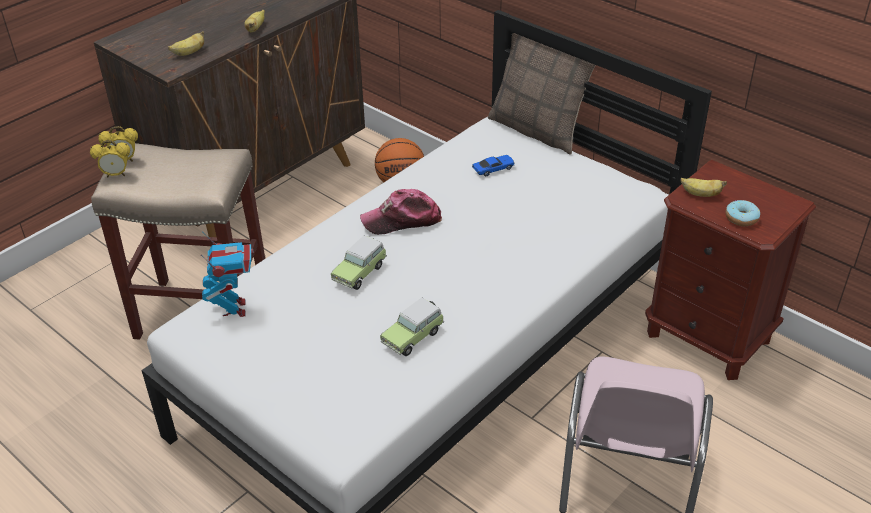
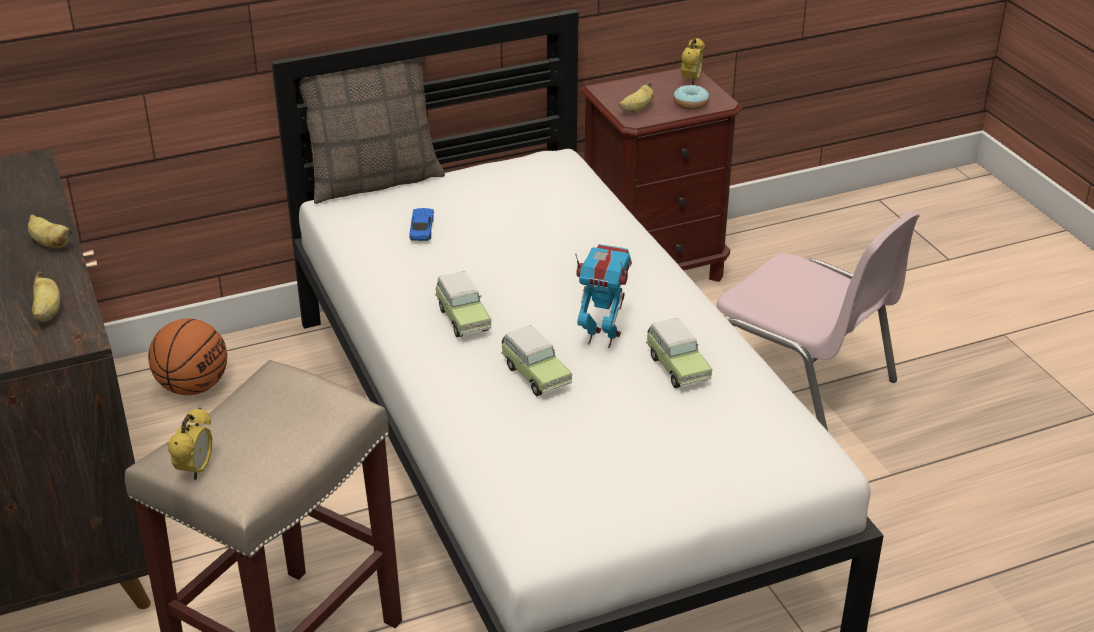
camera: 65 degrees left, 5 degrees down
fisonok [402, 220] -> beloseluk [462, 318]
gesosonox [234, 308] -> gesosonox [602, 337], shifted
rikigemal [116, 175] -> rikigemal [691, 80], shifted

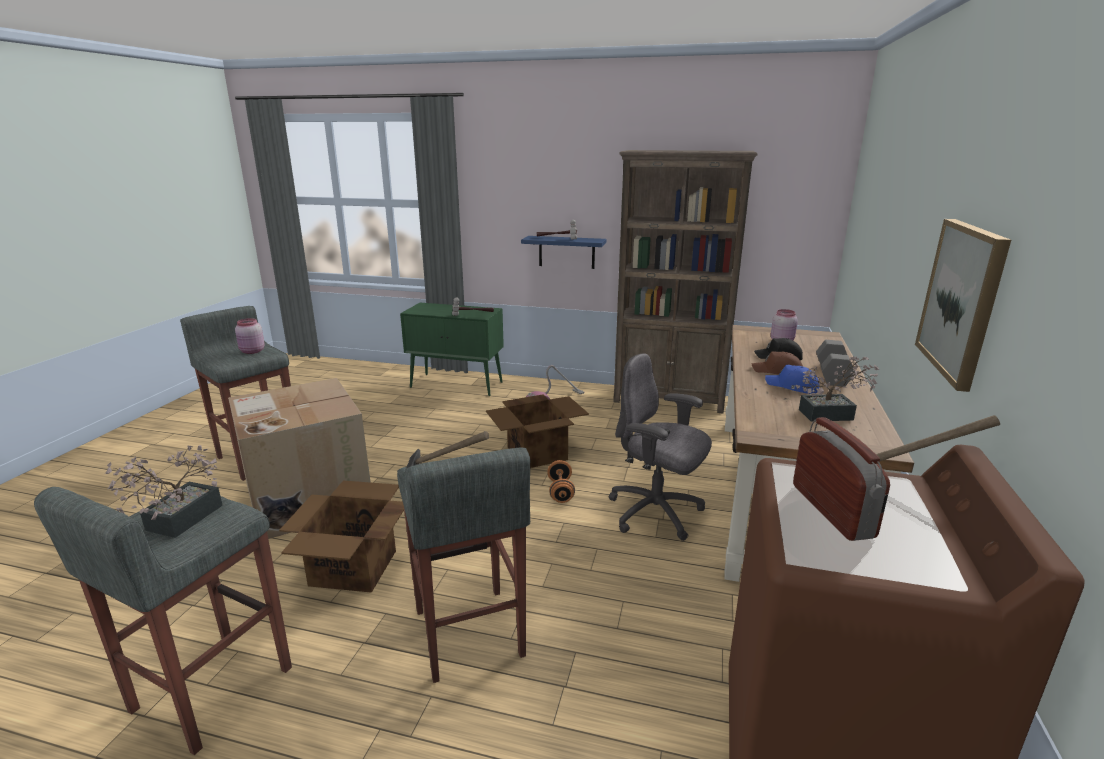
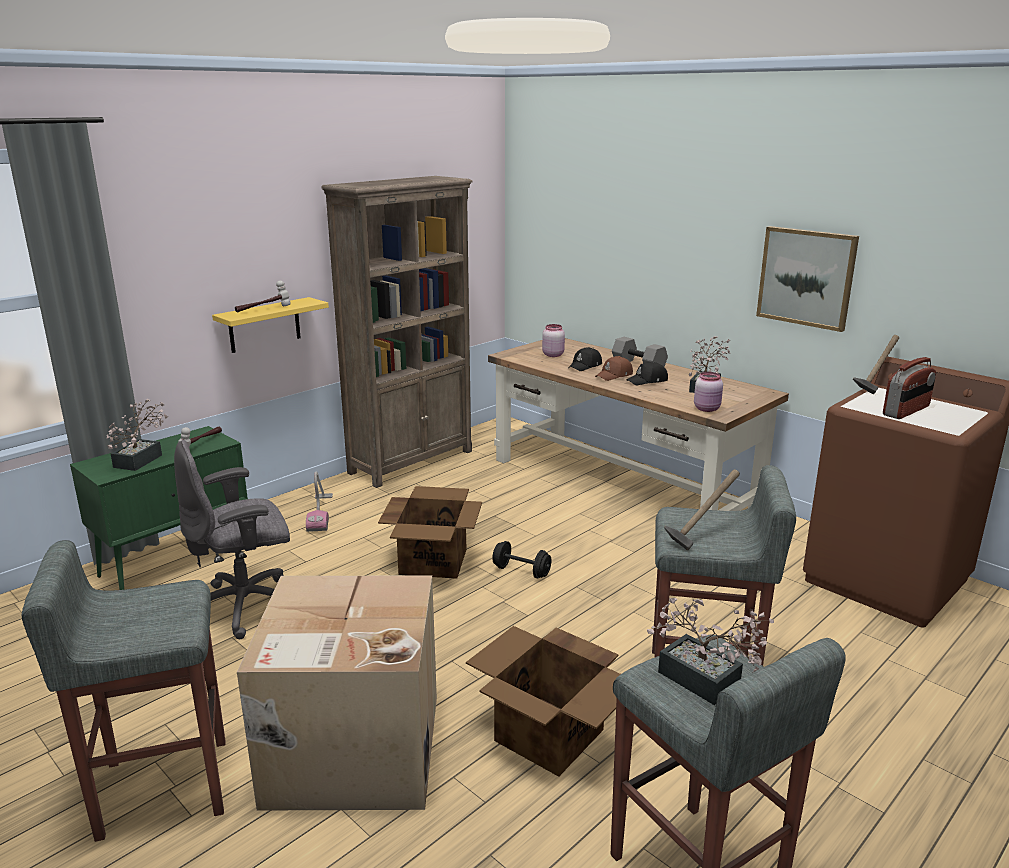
camera: 60 degrees left, 0 degrees up
none -> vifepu [142, 459]
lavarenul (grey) [656, 513] -> lavarenul (grey) [246, 606], shifted
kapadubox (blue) [566, 252] -> kapadubox (yellow) [264, 325]
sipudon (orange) [560, 491] -> sipudon (black) [521, 571]
fisonok (blue) [792, 387] -> fisonok (black) [648, 381]
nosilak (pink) [252, 351] -> nosilak (pink) [707, 409], shifted
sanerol [832, 510] -> sanerol [906, 411], 120 degrees clockwise

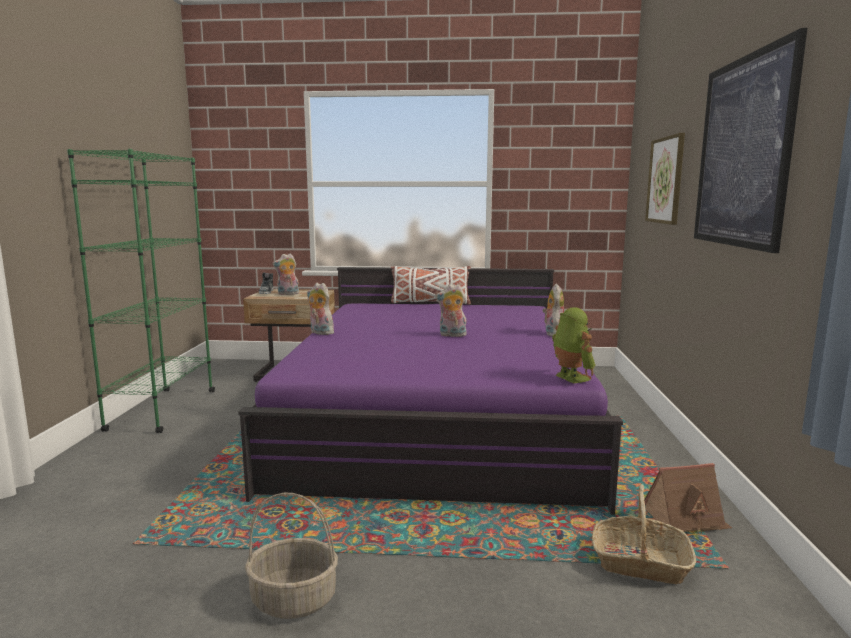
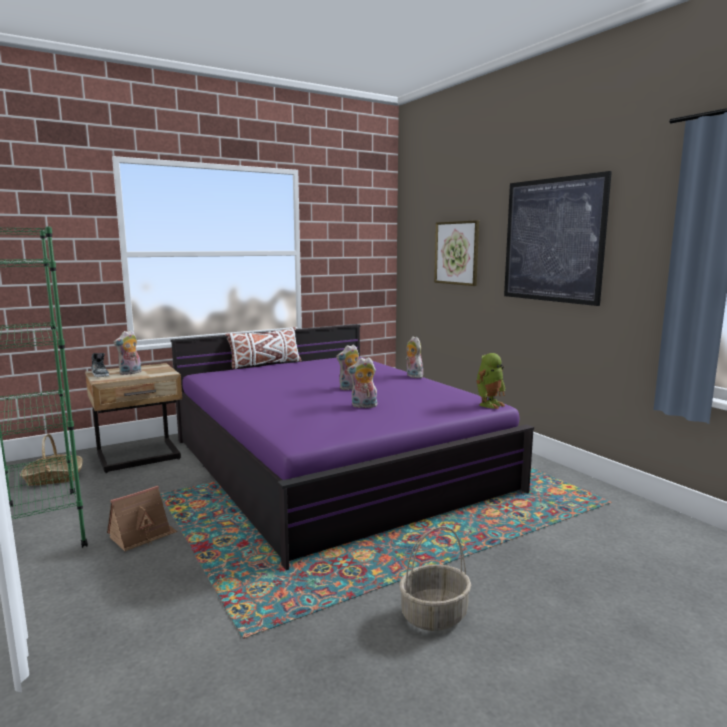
camera: 35 degrees left, 0 degrees up
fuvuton [640, 563] -> fuvuton [53, 478], shifted
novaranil [685, 519] -> novaranil [142, 535], shifted
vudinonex [320, 333] -> vudinonex [363, 406], shifted
gesosonox [570, 378] -> gesosonox [489, 404], 105 degrees clockwise

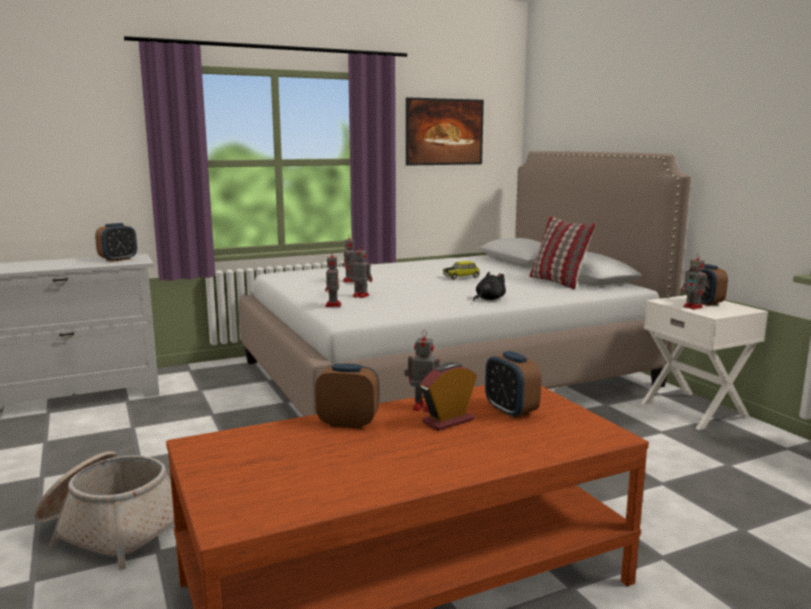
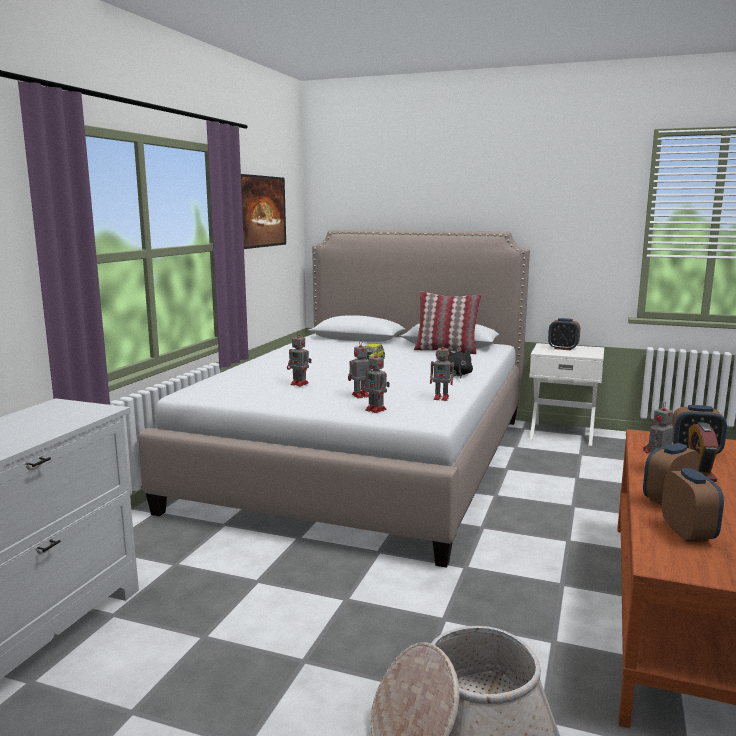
camera: 45 degrees left, 0 degrees up
gesosonox [693, 307] -> gesosonox [442, 398], shifted
rikigemal [118, 259] -> rikigemal [688, 533], shifted

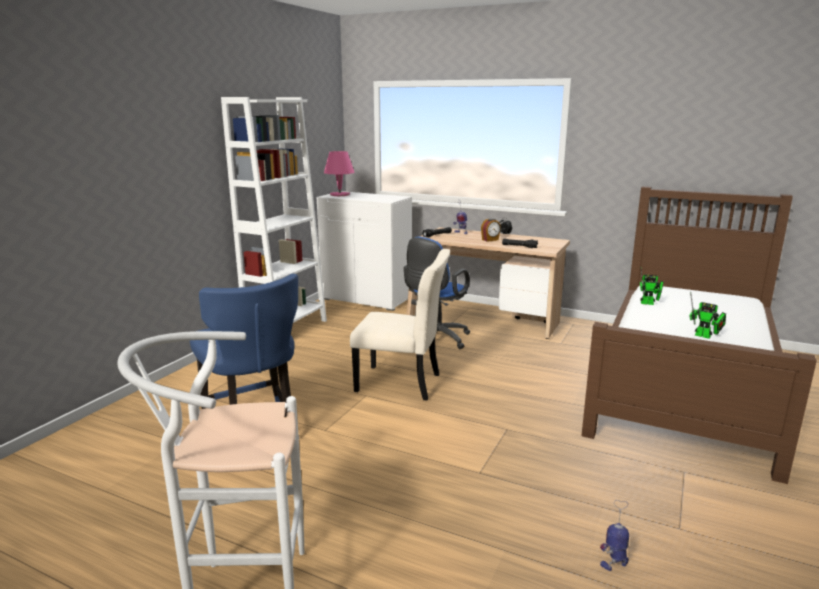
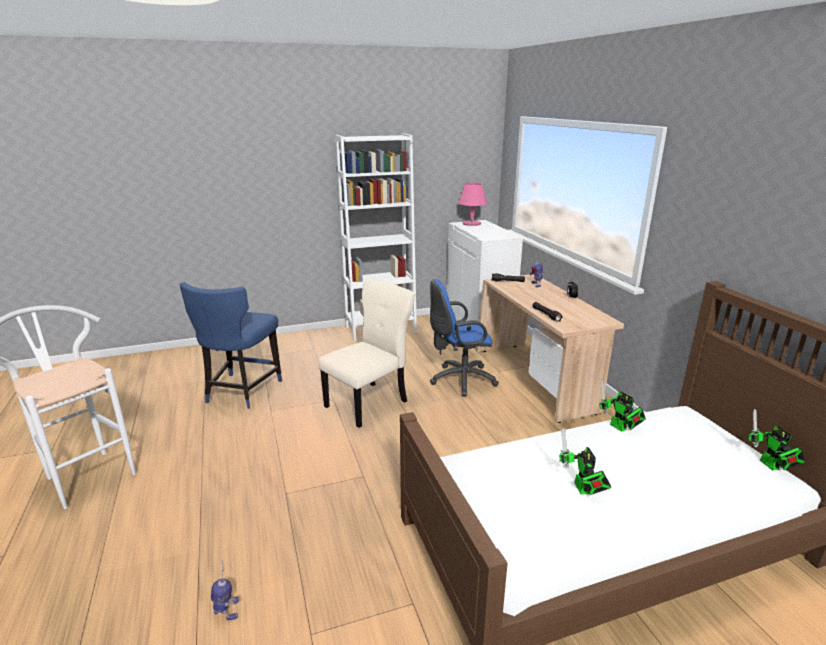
camera: 45 degrees right, 5 degrees up
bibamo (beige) [402, 383] -> bibamo (beige) [369, 403], 105 degrees counterclockwise
none -> gesosonox [771, 466]
rikigemal [490, 240] -> none

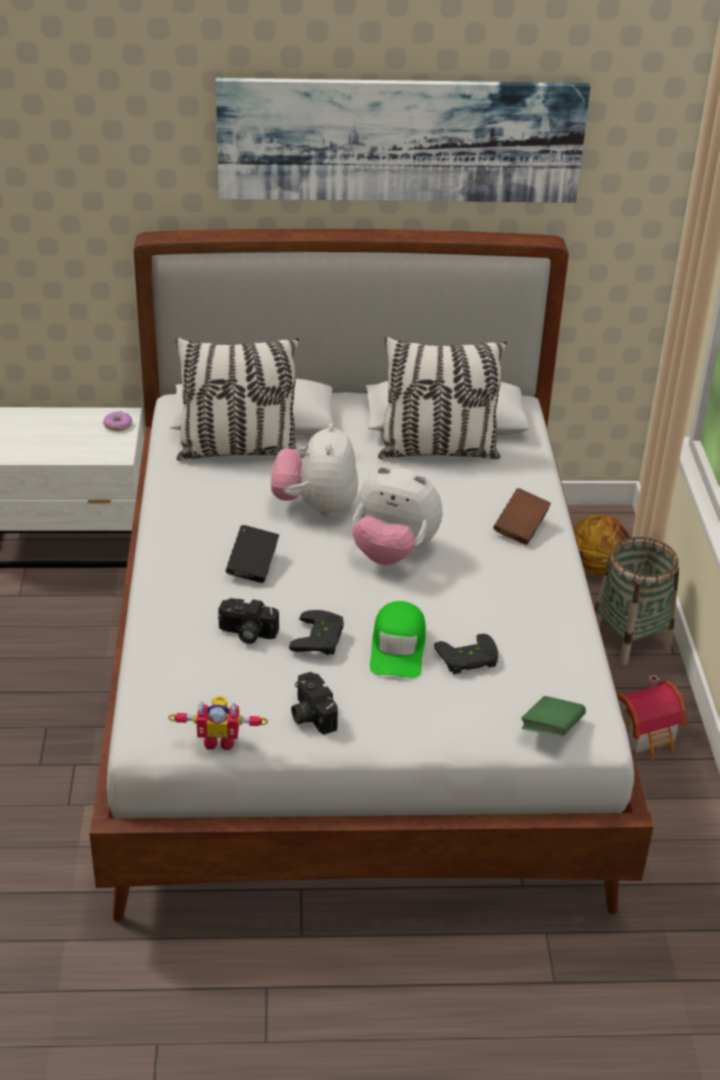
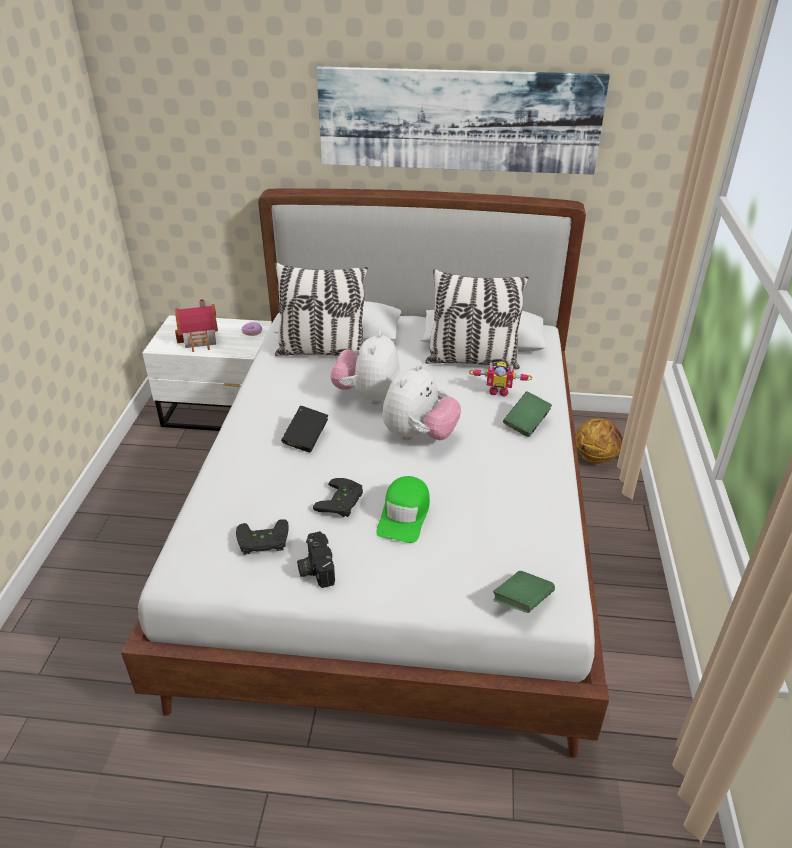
camera: 10 degrees right, 0 degrees up
novaranil [646, 734] -> novaranil [201, 340], shifted
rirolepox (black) [468, 660] -> rirolepox (black) [263, 542], shifted
vudinonex [393, 552] -> vudinonex [419, 436], 90 degrees counterclockwise
gesosonox [219, 740] -> gesosonox [498, 391], shifted
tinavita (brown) [521, 528] -> tinavita (green) [526, 423]
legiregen [246, 633] -> none
fuvuton [630, 639] -> none

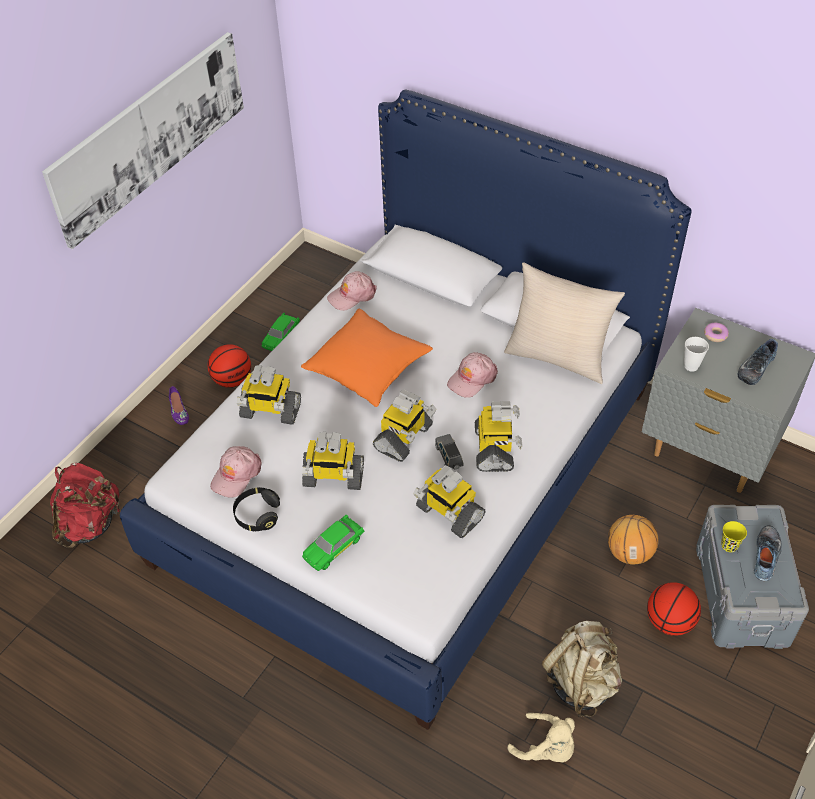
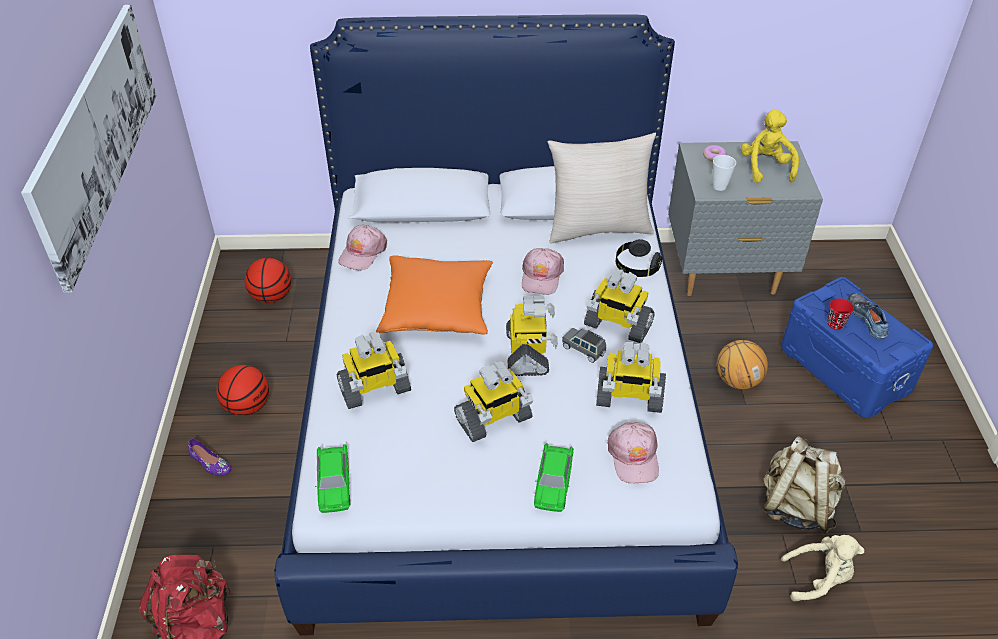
camera: 35 degrees left, 5 degrees down
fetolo [669, 621] -> fetolo [271, 297], shifted
beloseluk (green) [281, 337] -> beloseluk (green) [334, 483], shifted
gesosonox [495, 449] -> gesosonox [617, 325], 150 degrees clockwise
fisonok (pink) [236, 475] -> fisonok (pink) [634, 456], shifted
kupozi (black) [257, 515] -> kupozi (black) [636, 267], shifted
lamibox [755, 367] -> vudinonex (yellow) [765, 167]
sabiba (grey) [740, 594] -> sabiba (blue) [844, 370]
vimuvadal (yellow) [729, 545] -> vimuvadal (red) [835, 324]

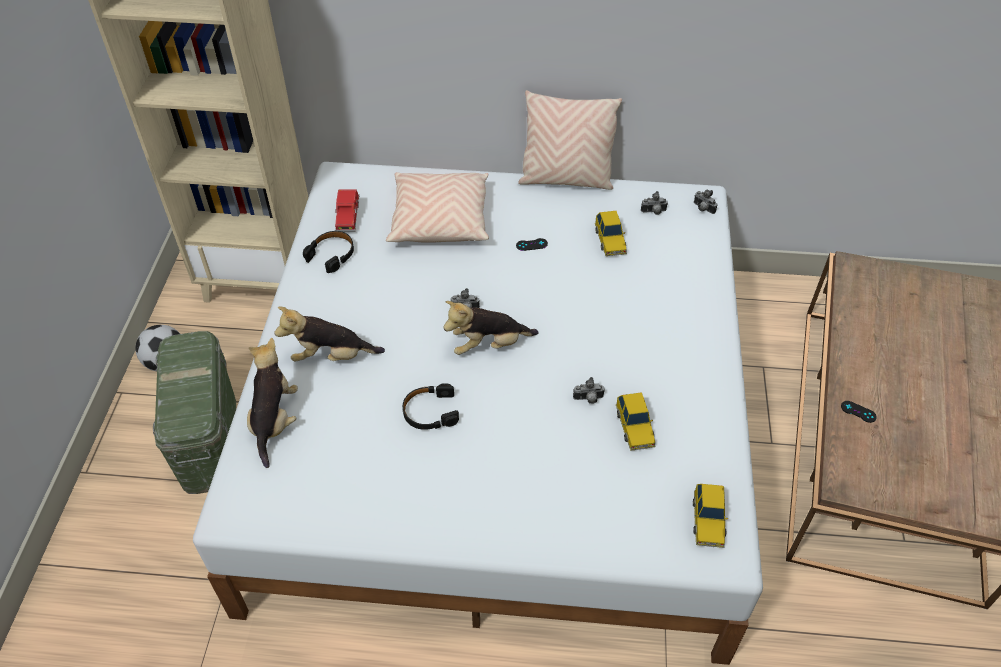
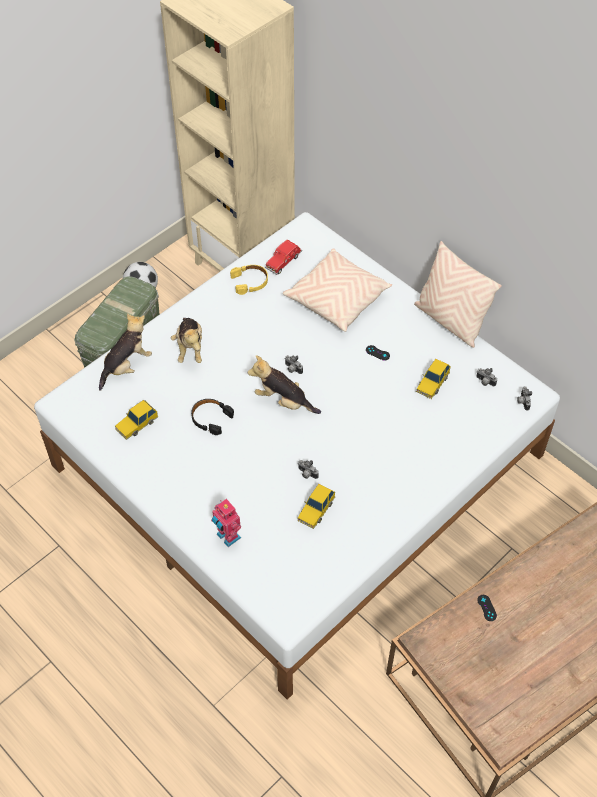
camera: 40 degrees right, 5 degrees up
beloseluk [708, 520] -> beloseluk [137, 424], shifted
vudinonex [331, 356] -> vudinonex [190, 348], 135 degrees counterclockwise
none -> gesosonox [227, 537]
kupozi (black) [332, 254] -> kupozi (yellow) [250, 282]

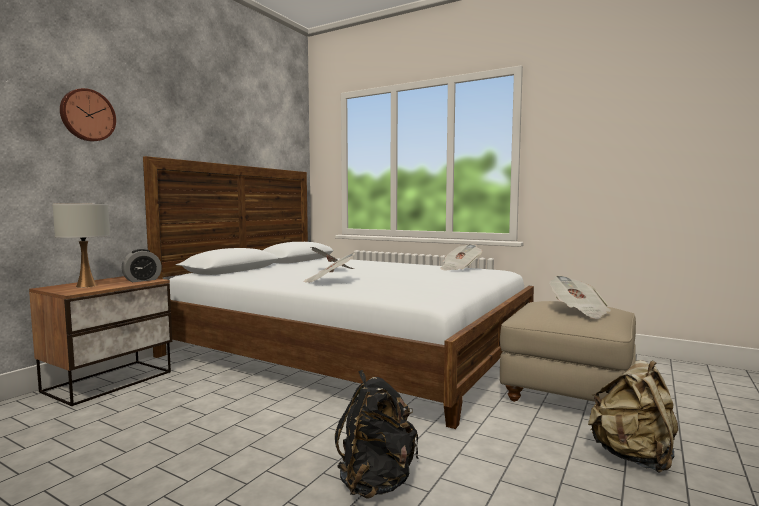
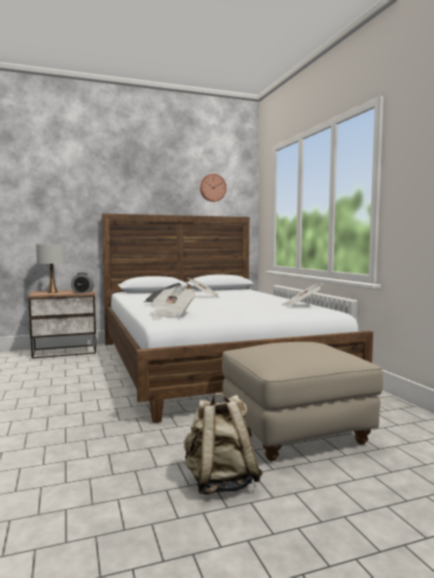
camera: 40 degrees right, 0 degrees up
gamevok [579, 312] -> gamevok [171, 314], shifted
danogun [87, 115] -> danogun [212, 188], shifted
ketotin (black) [376, 481] -> none

